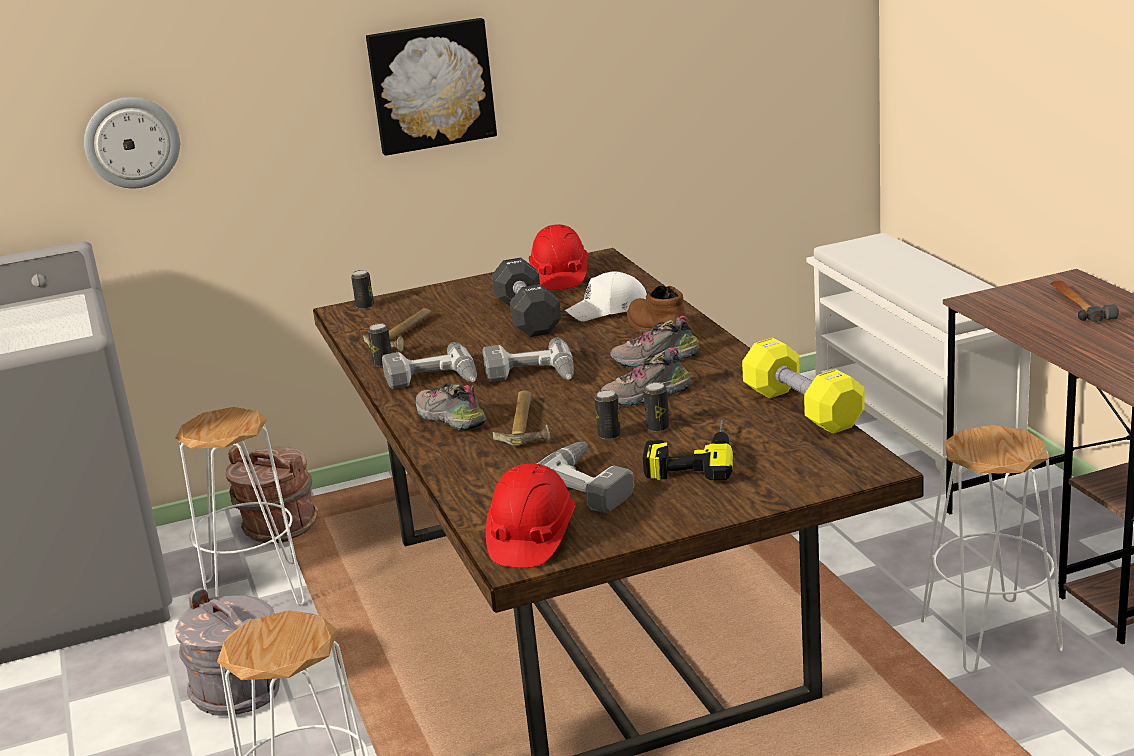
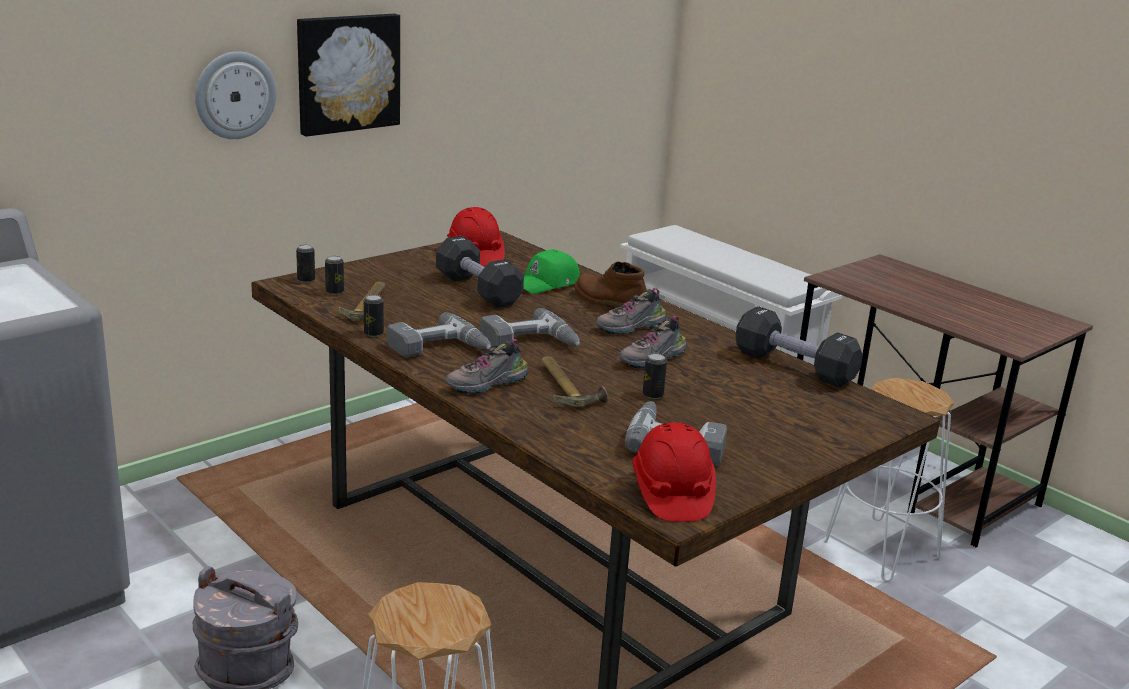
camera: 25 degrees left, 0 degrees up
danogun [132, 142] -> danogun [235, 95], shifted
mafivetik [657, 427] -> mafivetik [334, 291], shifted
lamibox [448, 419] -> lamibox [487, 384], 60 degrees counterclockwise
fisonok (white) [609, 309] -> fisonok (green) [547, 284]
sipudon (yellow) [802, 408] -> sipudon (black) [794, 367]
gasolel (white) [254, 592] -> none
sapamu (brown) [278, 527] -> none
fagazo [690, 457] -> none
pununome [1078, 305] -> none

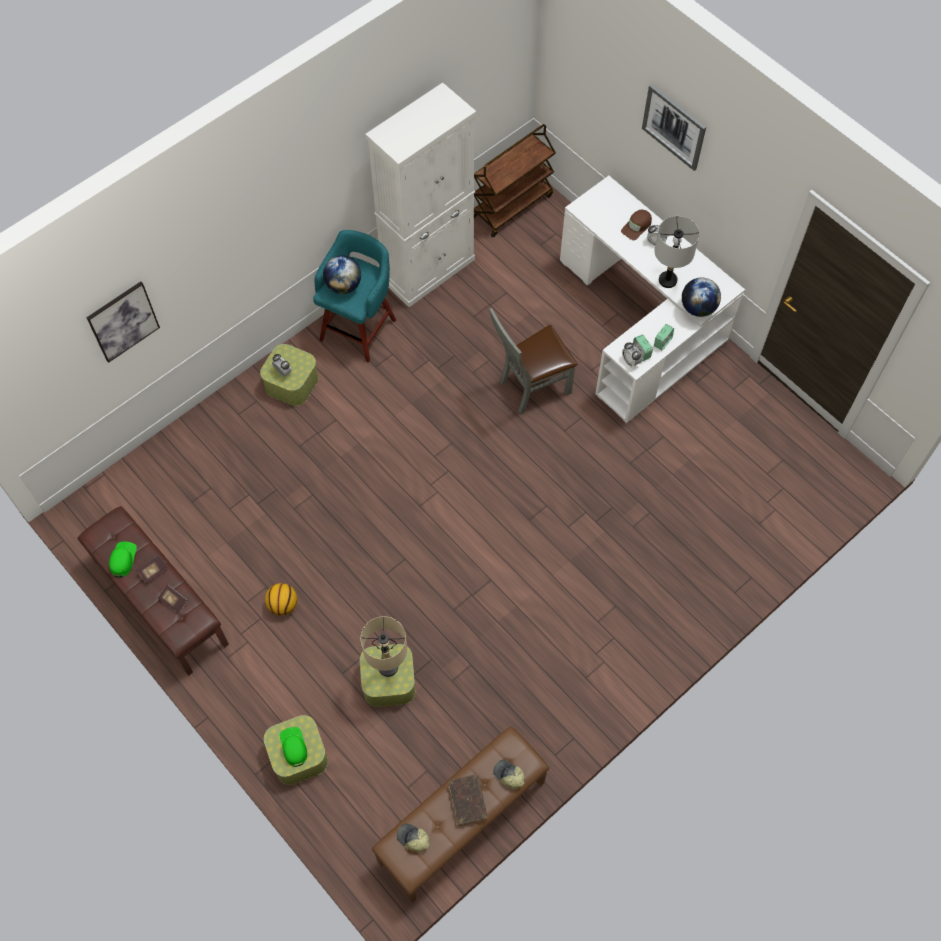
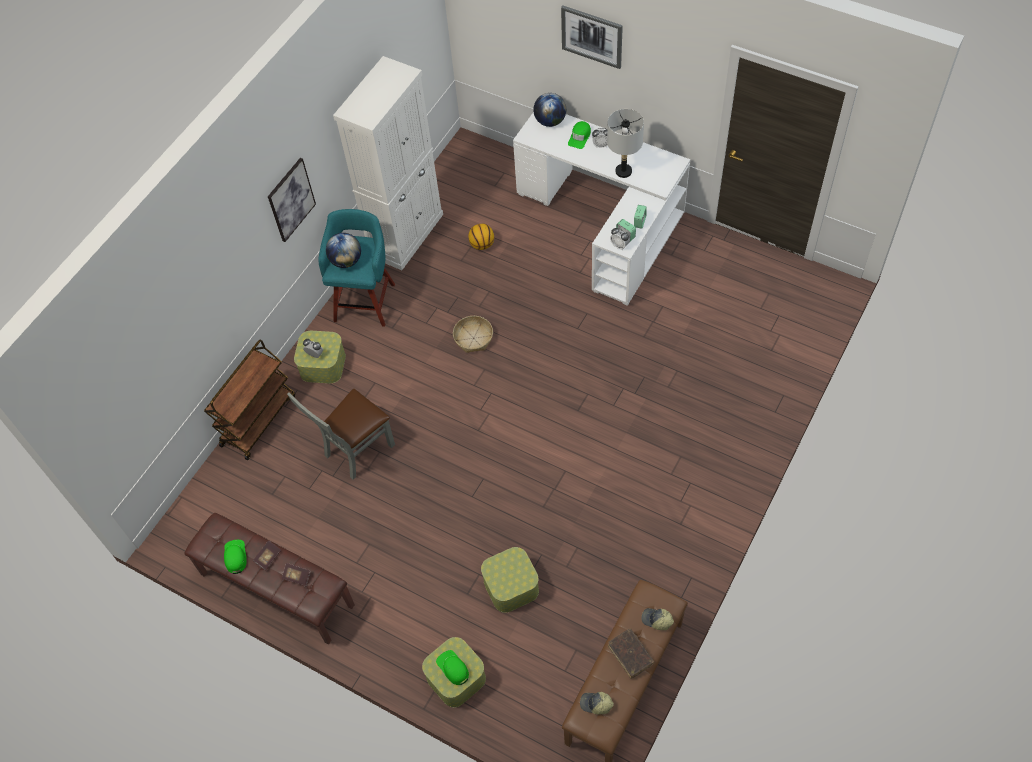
camera: 15 degrees left, 5 degrees down
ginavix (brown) [512, 205] -> ginavix (brown) [258, 420], shifted
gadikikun [123, 321] -> gadikikun [291, 199], shifted
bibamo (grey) [530, 387] -> bibamo (grey) [355, 452], shifted
none -> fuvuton [473, 338]
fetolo [283, 605] -> fetolo [482, 244], shifted
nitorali [698, 308] -> nitorali [550, 121], shifted
fisonok (brown) [637, 226] -> fisonok (green) [579, 137]
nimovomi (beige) [388, 666] -> none

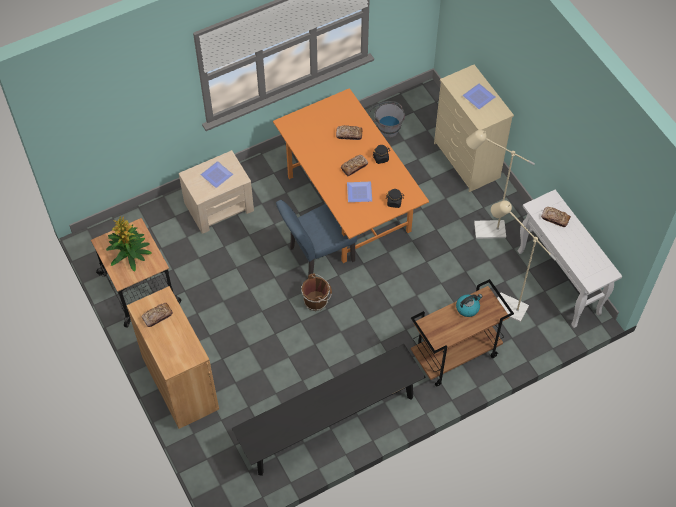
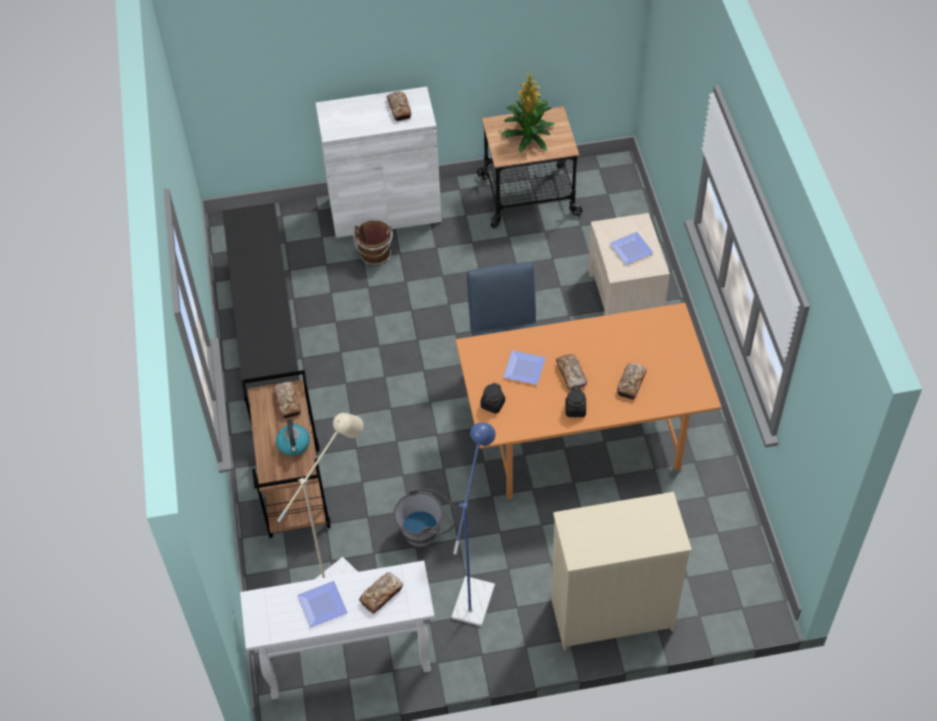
camera: 110 degrees right, 5 degrees down
none -> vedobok [287, 402]
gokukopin [478, 96] -> gokukopin [324, 606], shifted
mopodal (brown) [180, 383] -> mopodal (white) [385, 210]
sapamu (brown) [317, 300] -> sapamu (brown) [376, 256], shifted
sapamu (grey) [385, 127] -> sapamu (grey) [427, 530], shifted
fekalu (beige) [483, 230] -> fekalu (blue) [476, 593]

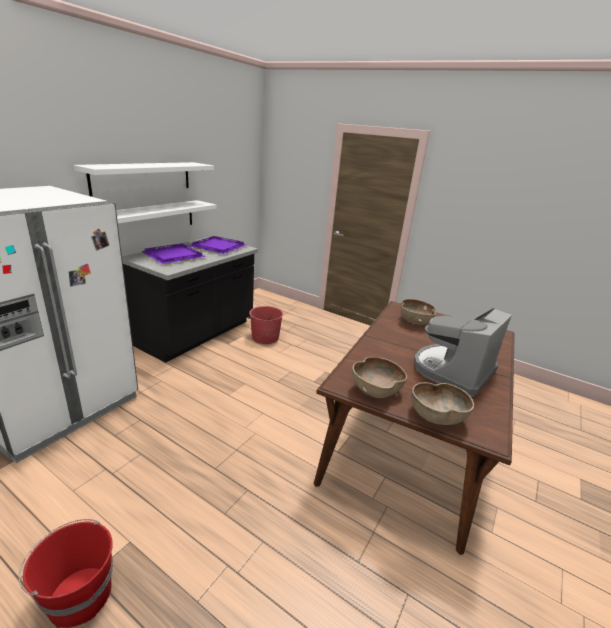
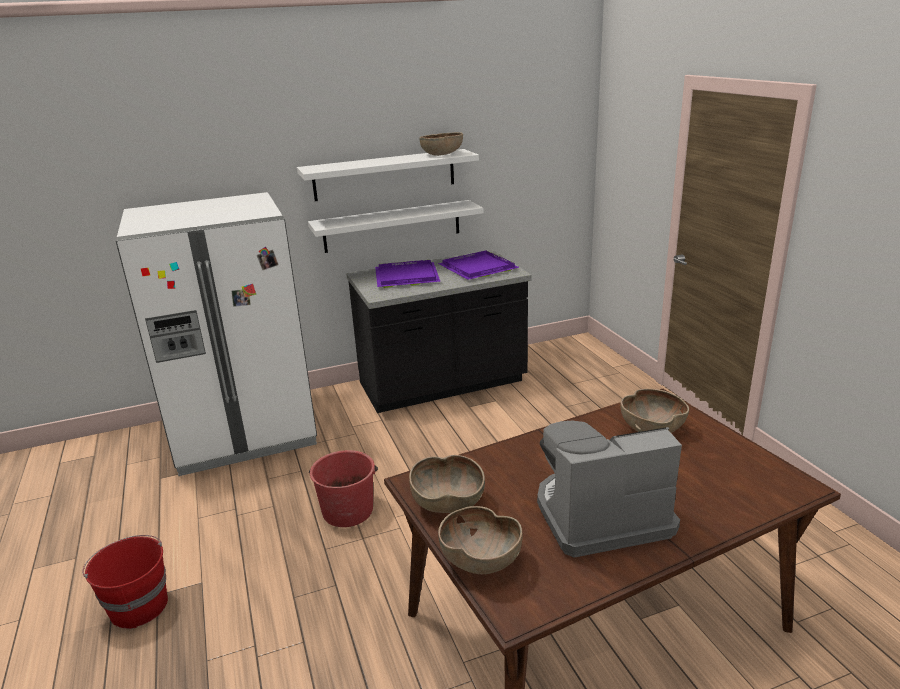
camera: 40 degrees right, 0 degrees up
sapamu (red) [265, 337] -> sapamu (red) [348, 510], shifted
none -> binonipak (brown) [442, 155]

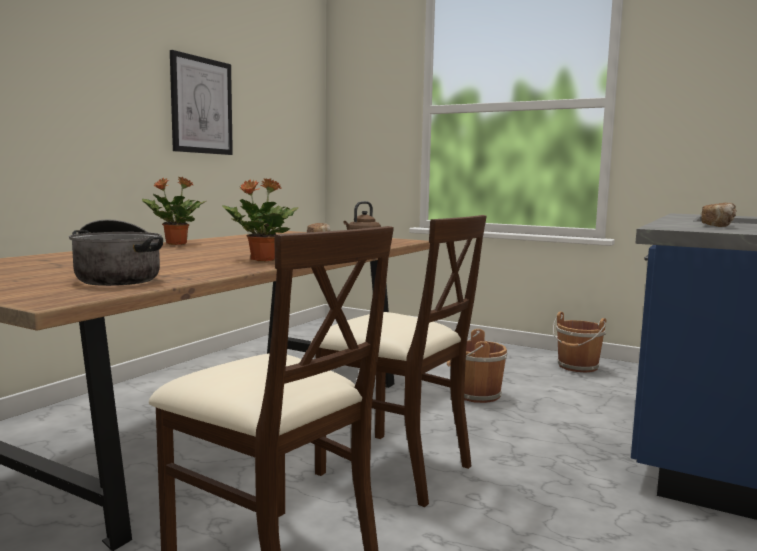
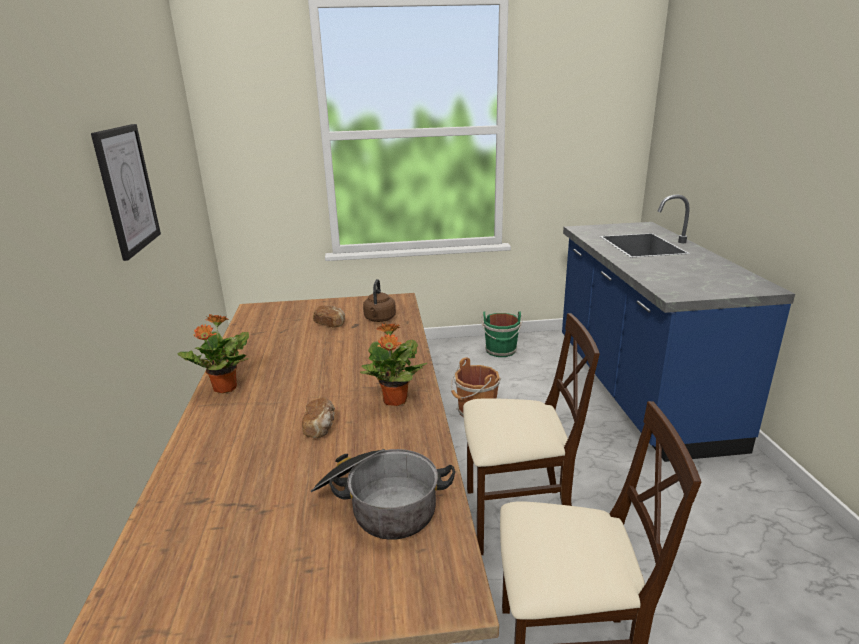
camera: 35 degrees left, 15 degrees up
vedobok [718, 226] -> vedobok [321, 427], shifted
sapamu (brown) [577, 367] -> sapamu (green) [501, 351]

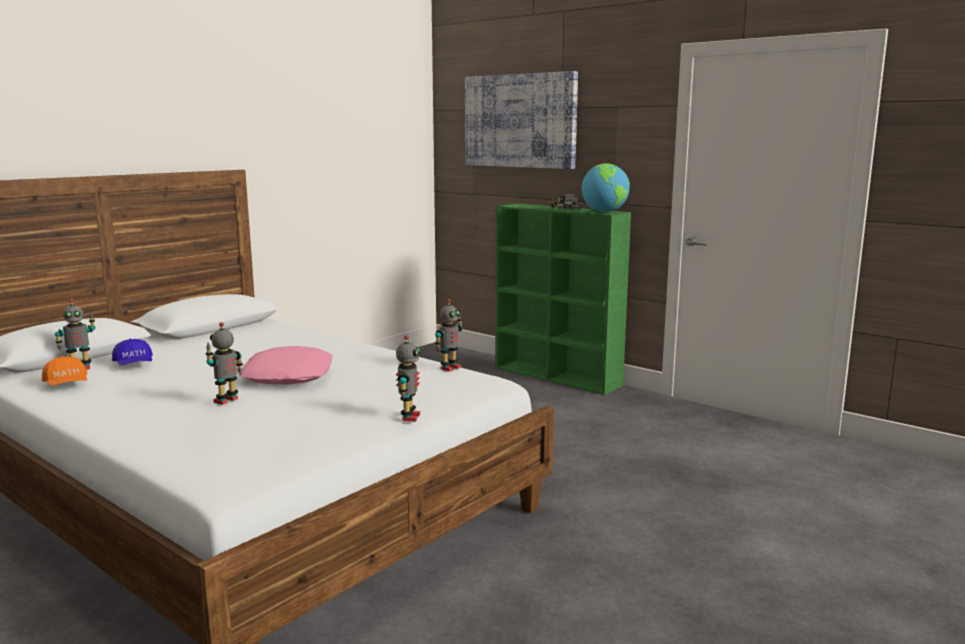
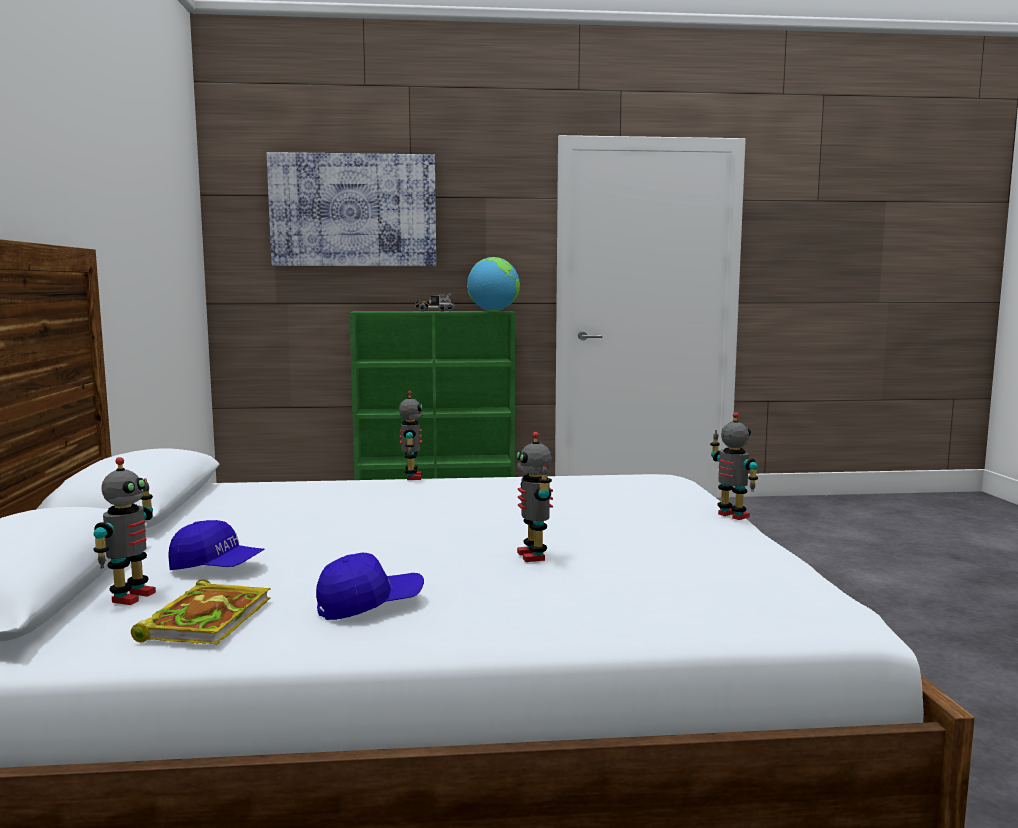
camera: 45 degrees left, 5 degrees down
fisonok (orange) [67, 385] -> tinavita [207, 619]
none -> fisonok (blue) [369, 605]
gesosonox [449, 368] -> gesosonox [412, 477], shifted
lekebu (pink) [289, 376] -> none

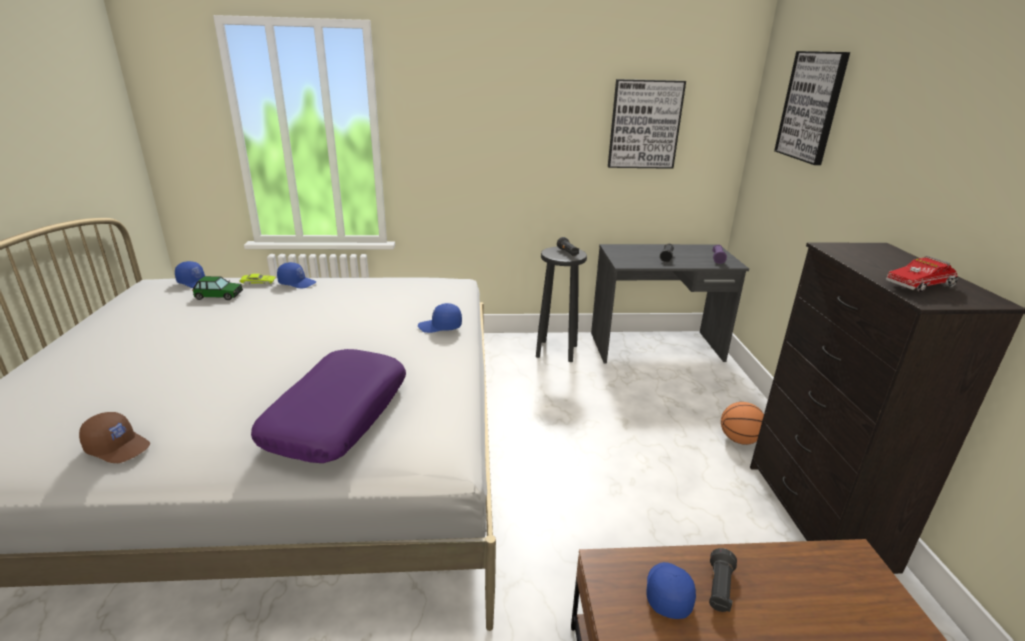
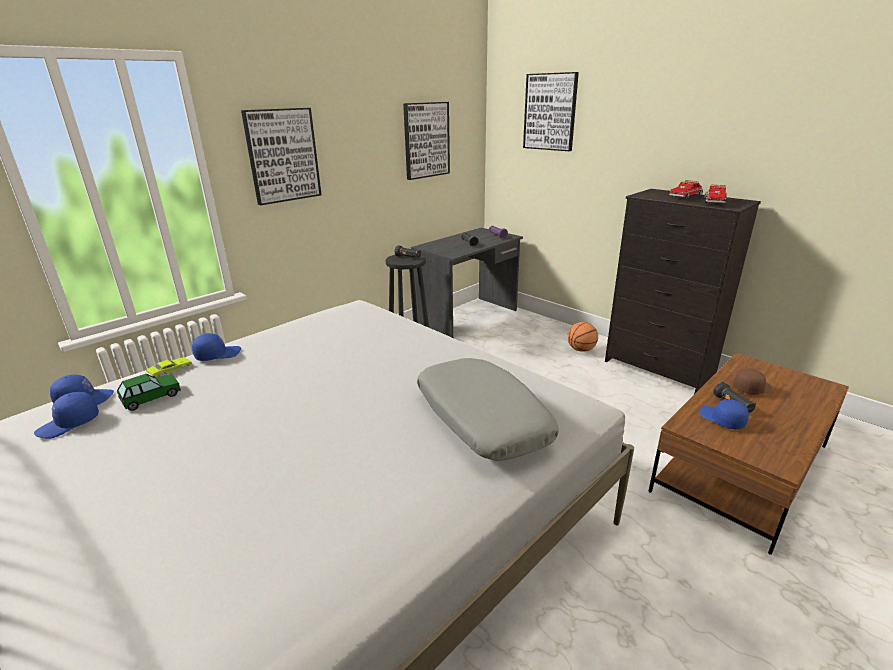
camera: 40 degrees left, 0 degrees up
fisonok (blue) [440, 327] -> fisonok (blue) [69, 424], shifted
none -> gadikikun [282, 155]
lekebu (purple) [337, 416] -> lekebu (grey) [481, 419]
none -> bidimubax [685, 197]
fisonok (brown) [118, 447] -> fisonok (brown) [751, 388], shifted

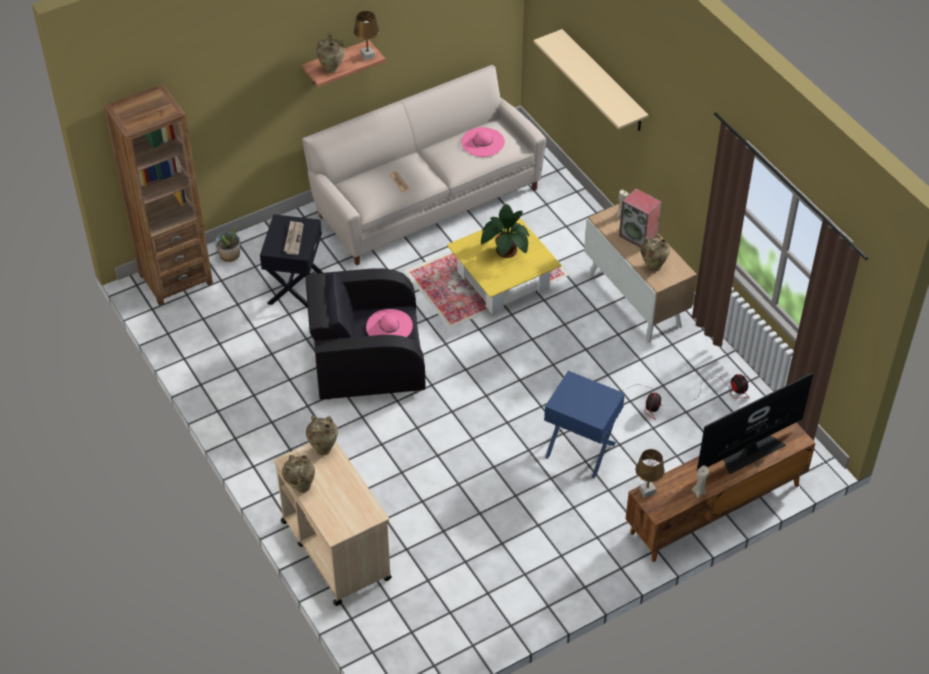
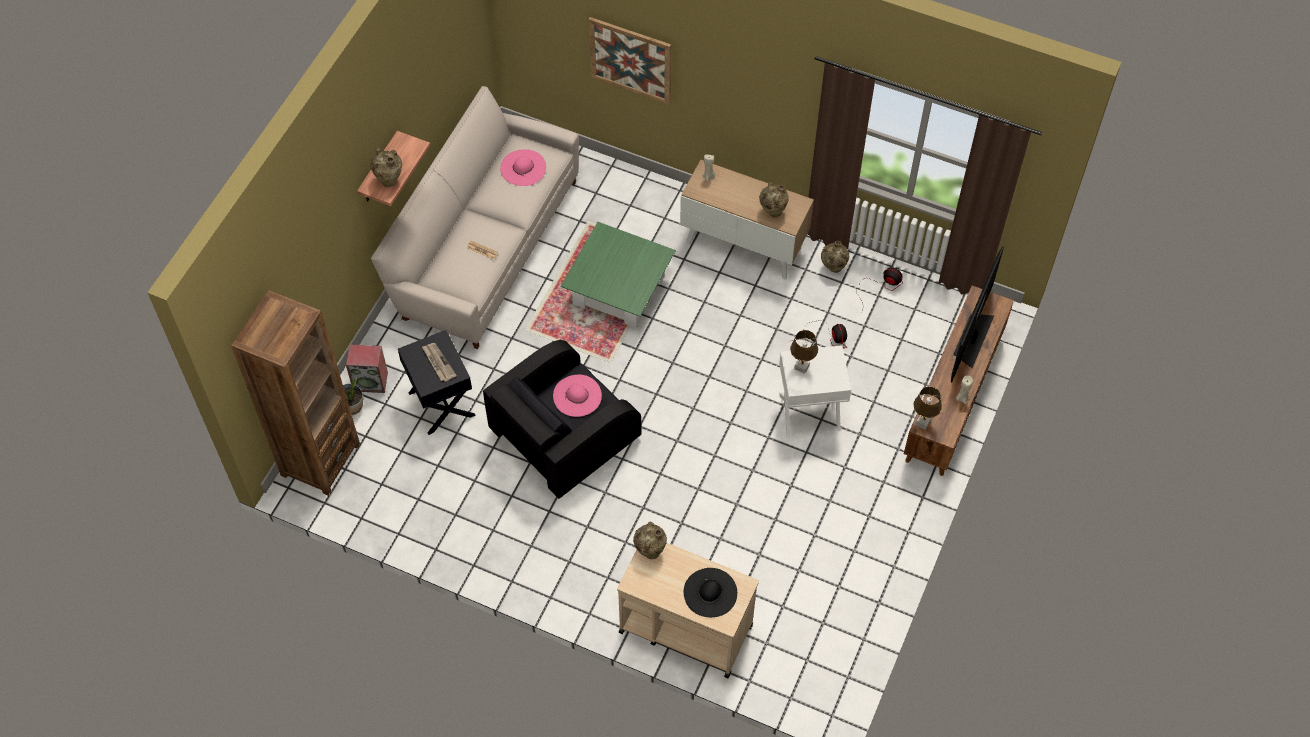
camera: 35 degrees left, 10 degrees up
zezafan [638, 236] -> zezafan [371, 381], shifted
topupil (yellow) [503, 280] -> topupil (green) [619, 289]
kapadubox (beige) [603, 81] -> gadikikun [630, 60]
none -> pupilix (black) [710, 592]
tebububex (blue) [580, 450] -> tebububex (white) [809, 412]
nimovomi (brown) [368, 56] -> nimovomi (brown) [802, 367], shifted
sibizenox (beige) [300, 486] -> sibizenox (beige) [833, 268], shifted
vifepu [505, 251] -> none

